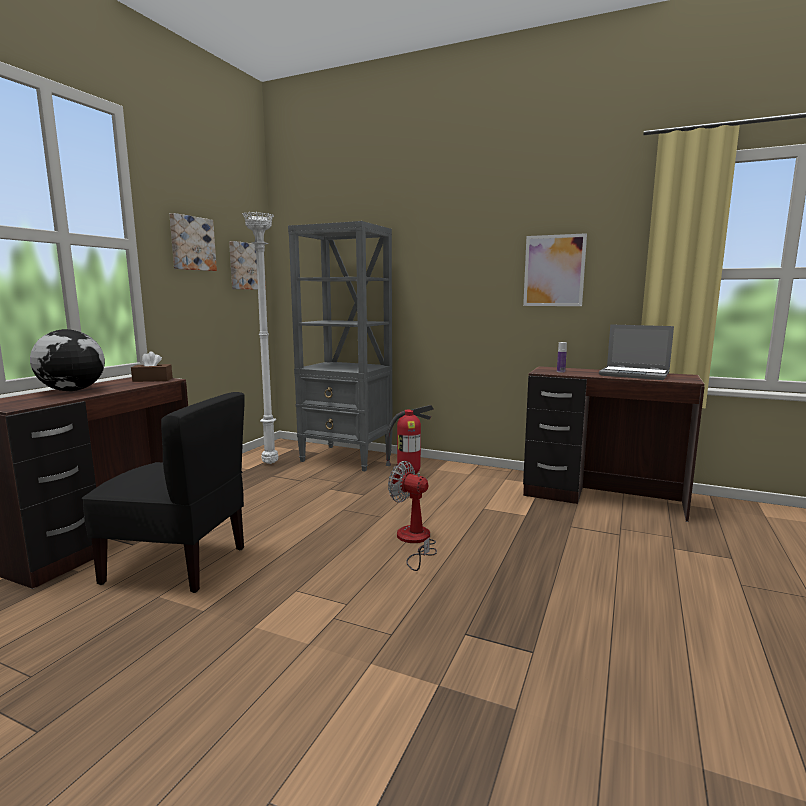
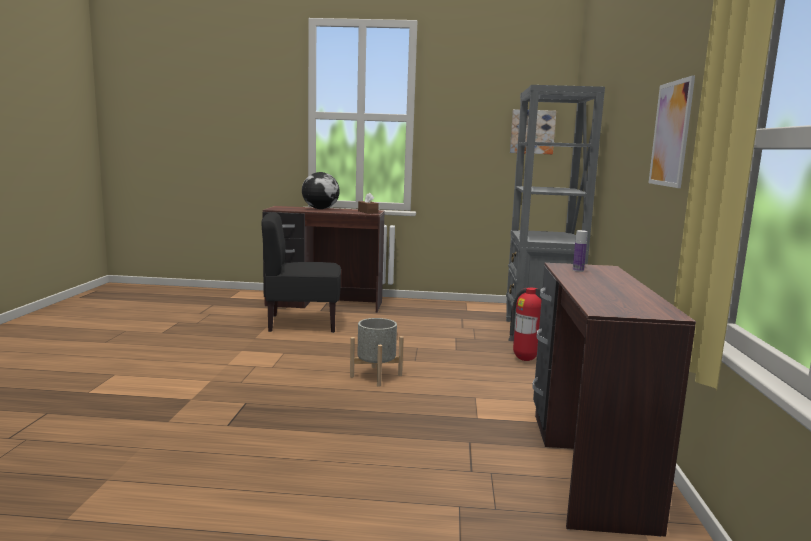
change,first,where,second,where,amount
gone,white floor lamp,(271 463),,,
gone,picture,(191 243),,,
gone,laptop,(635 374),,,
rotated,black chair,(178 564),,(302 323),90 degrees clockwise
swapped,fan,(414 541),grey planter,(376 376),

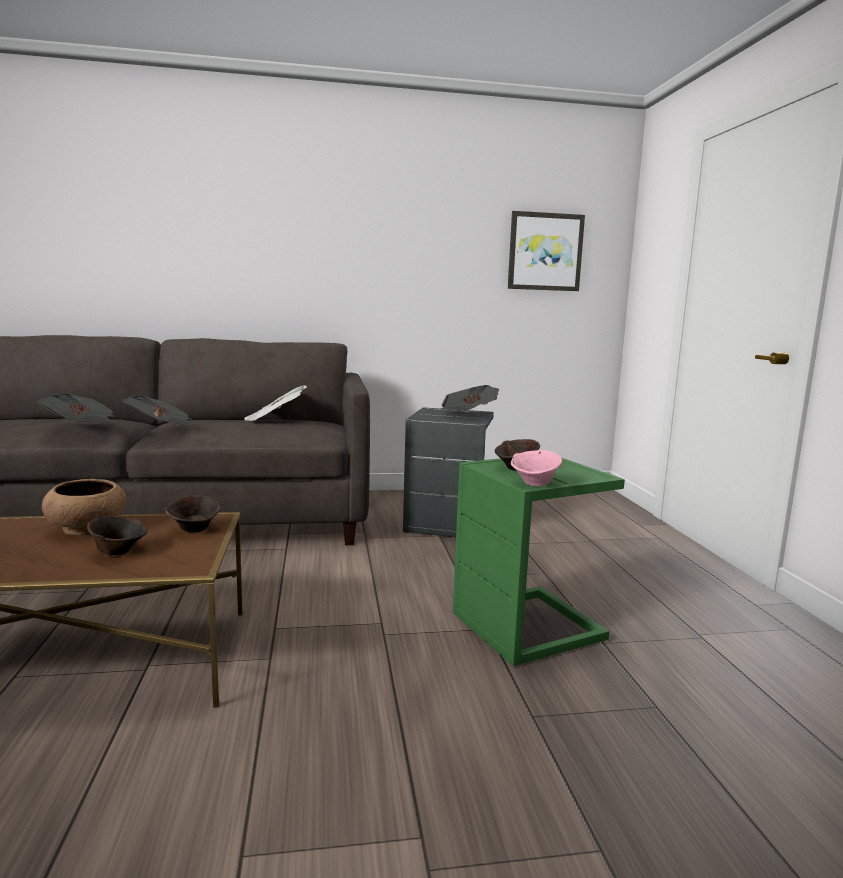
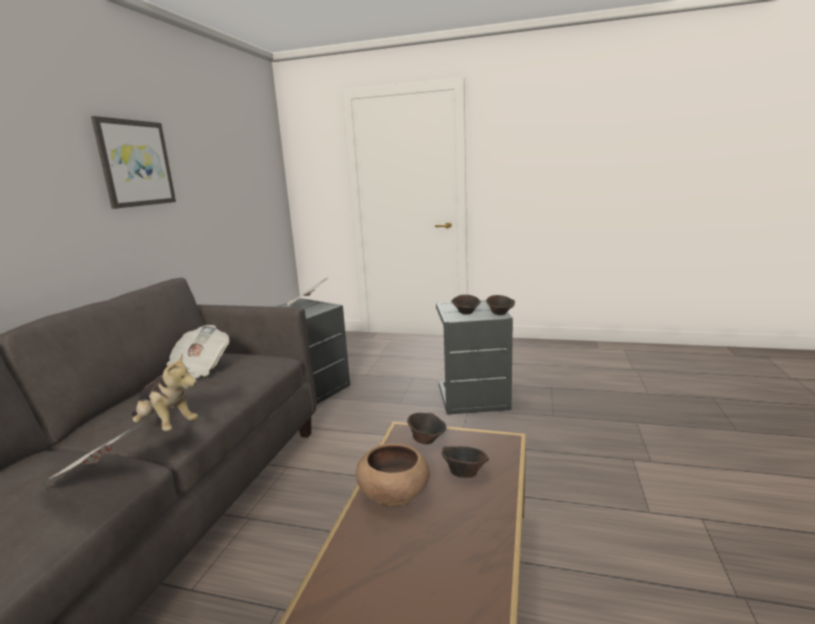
change,first,where,second,where,amount
shifted,picture,(545 252),,(135 163),
swapped,newspaper,(162 429),plush toy,(166 425),
repainted,pink bowl,(535 484),brown bowl,(500 313),
repainted,green side table,(531 628),grey side table,(473 397),

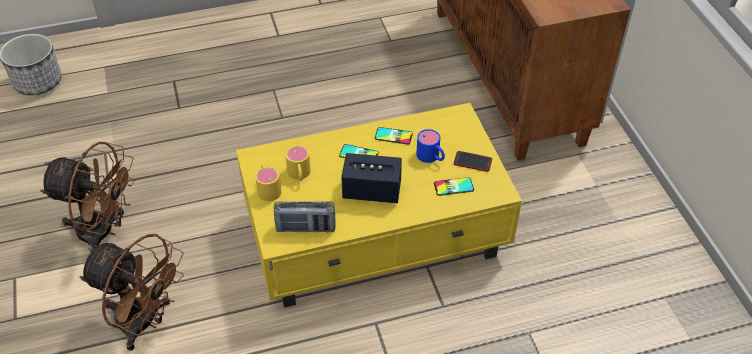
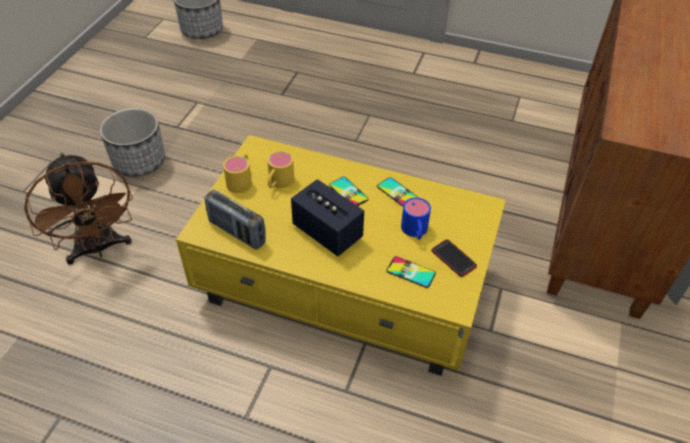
change,first,where,second,where,amount
swapped,brown fan,(104 232),planter,(139 161),

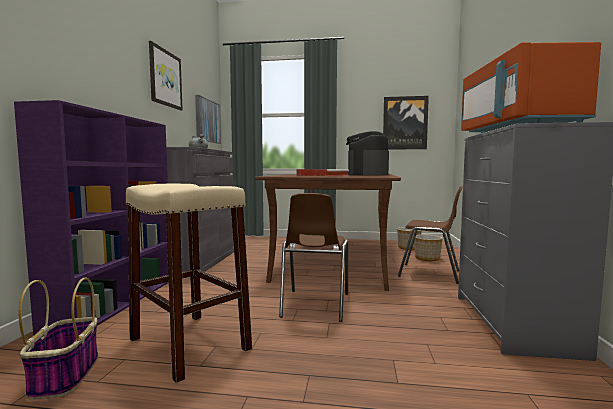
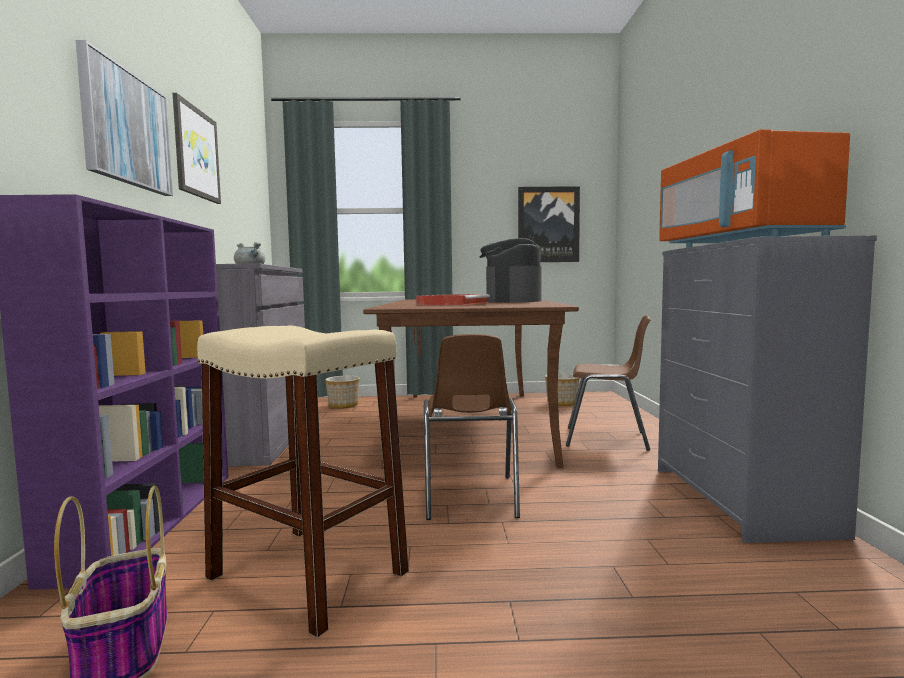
change,first,where,second,where,amount
shifted,picture,(207 121),,(126 128),
shifted,planter,(427 258),,(343 405),

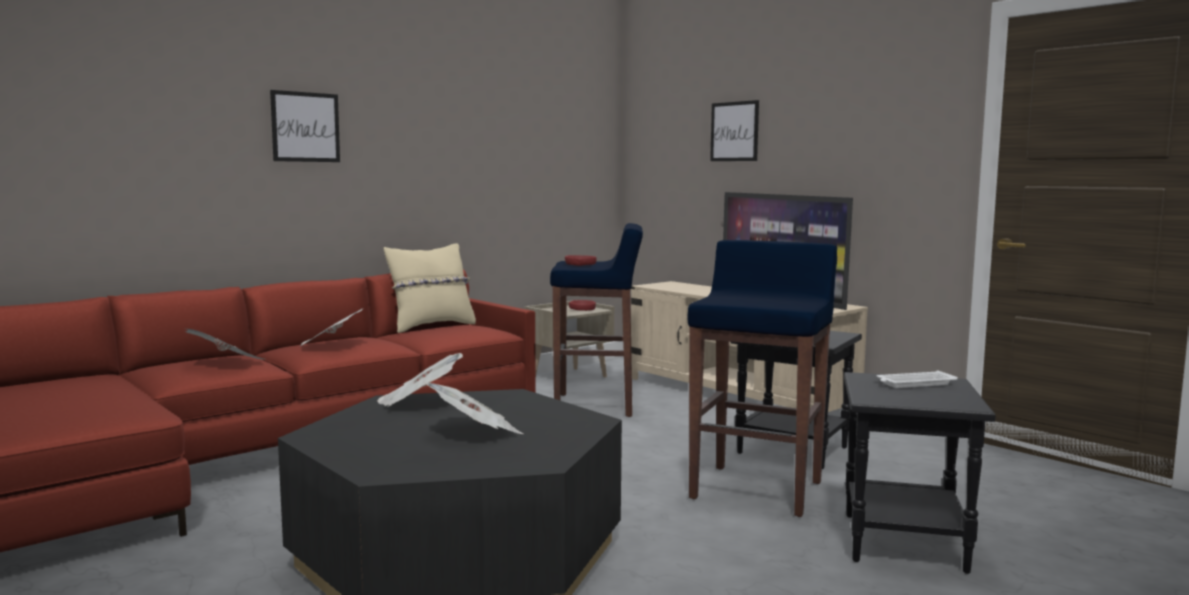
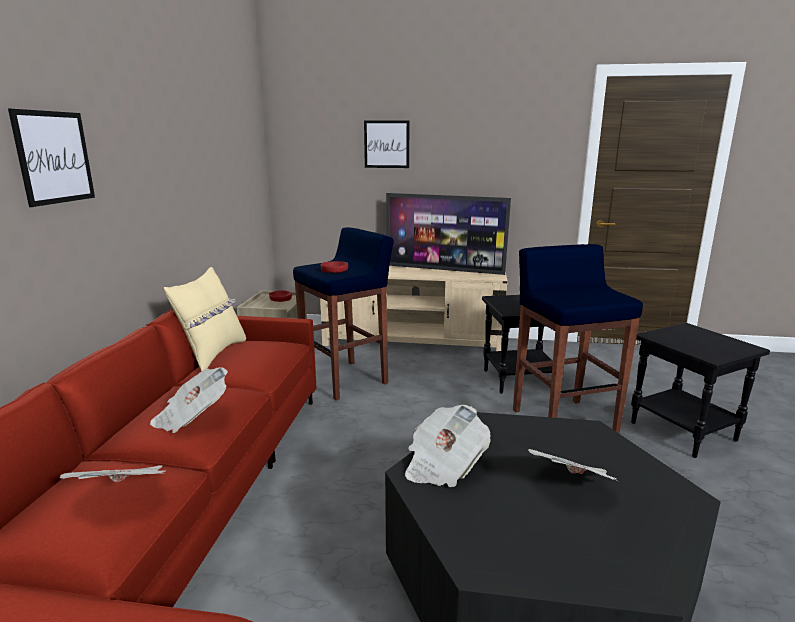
change,first,where,second,where,amount
gone,white tray,(914 384),,,

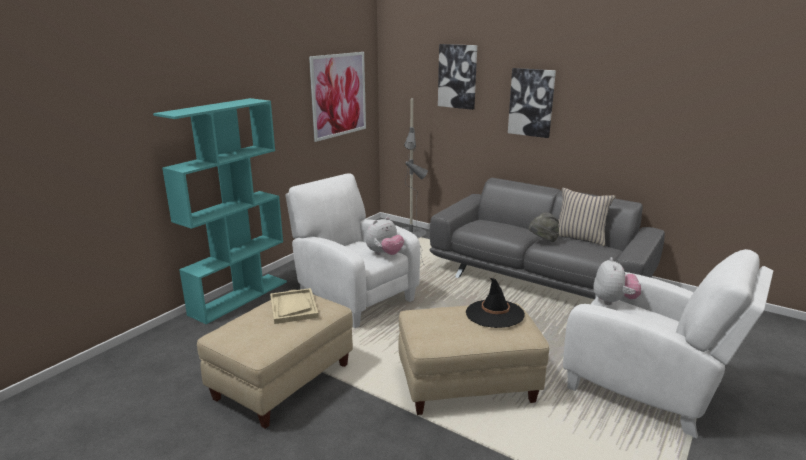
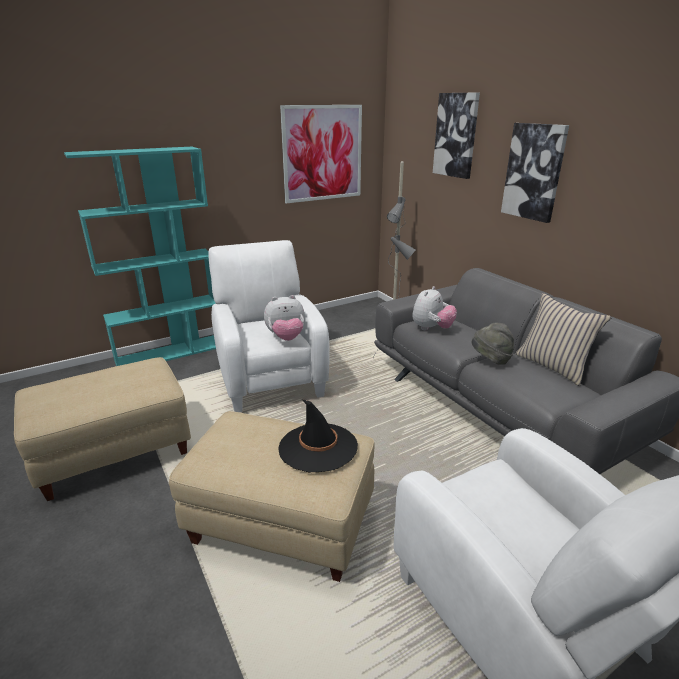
change,first,where,second,where,amount
shifted,plush toy,(613 301),,(431 328),
gone,beige tray,(293 307),,,

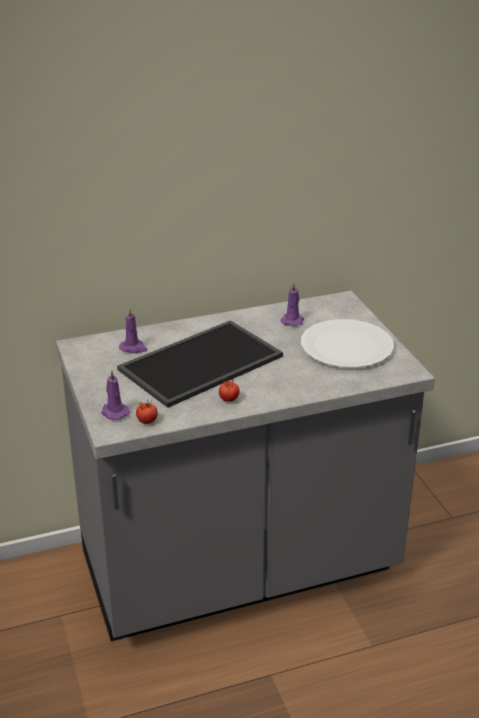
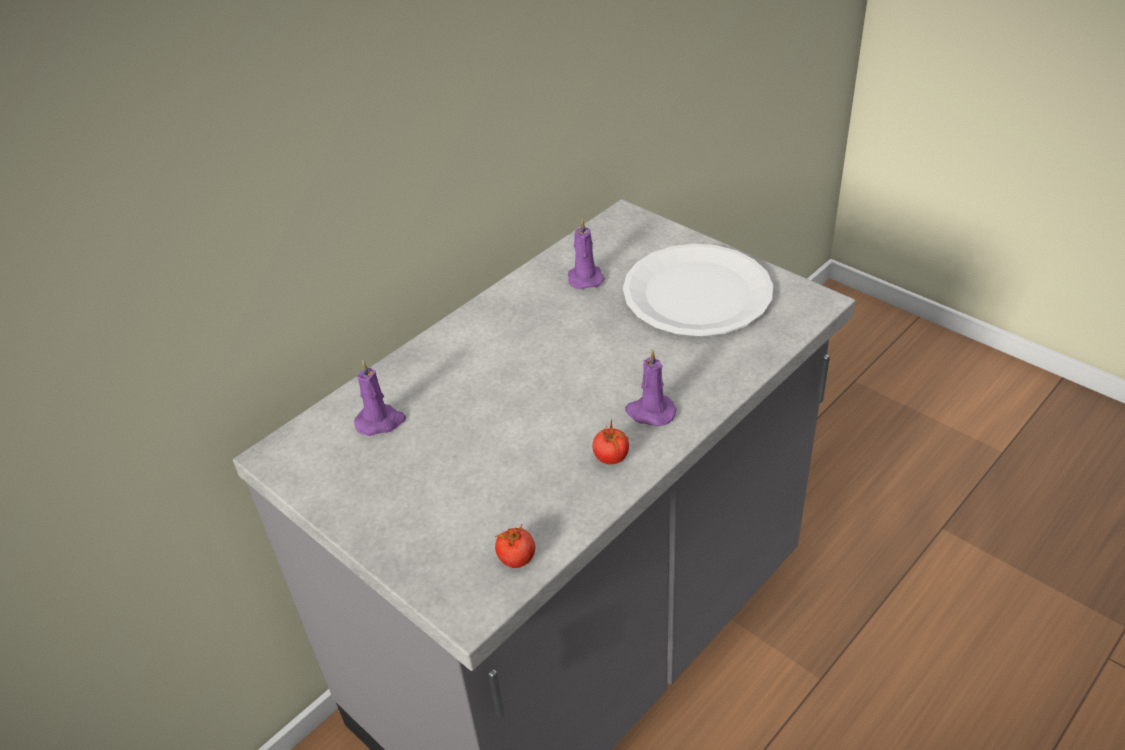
change,first,where,second,where,amount
gone,tray,(201 361),,,
shifted,purple candle,(114 412),,(650 412),

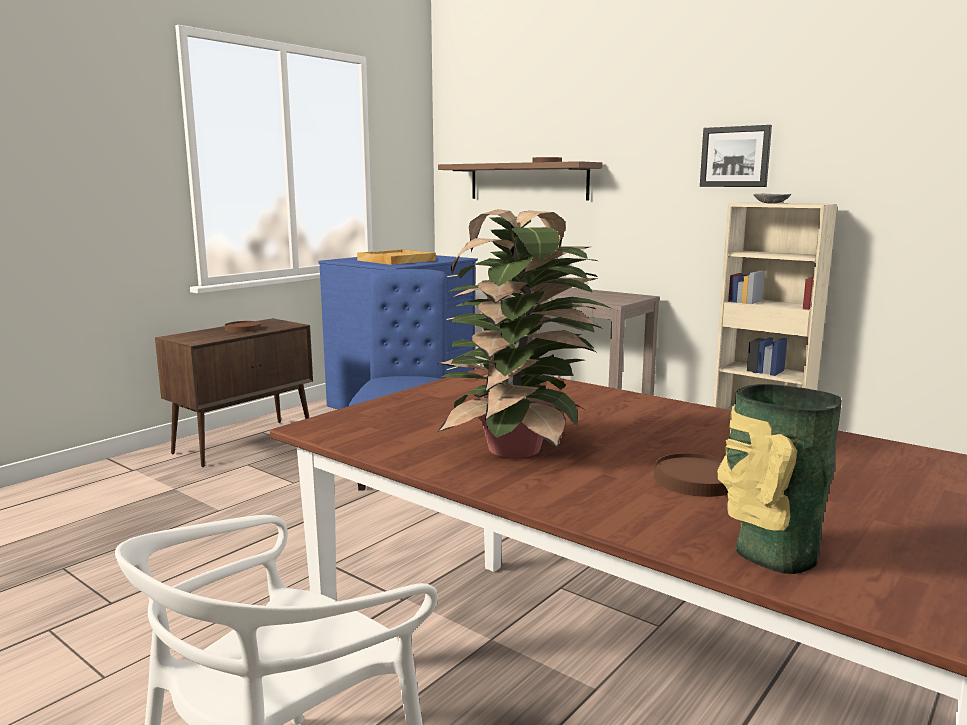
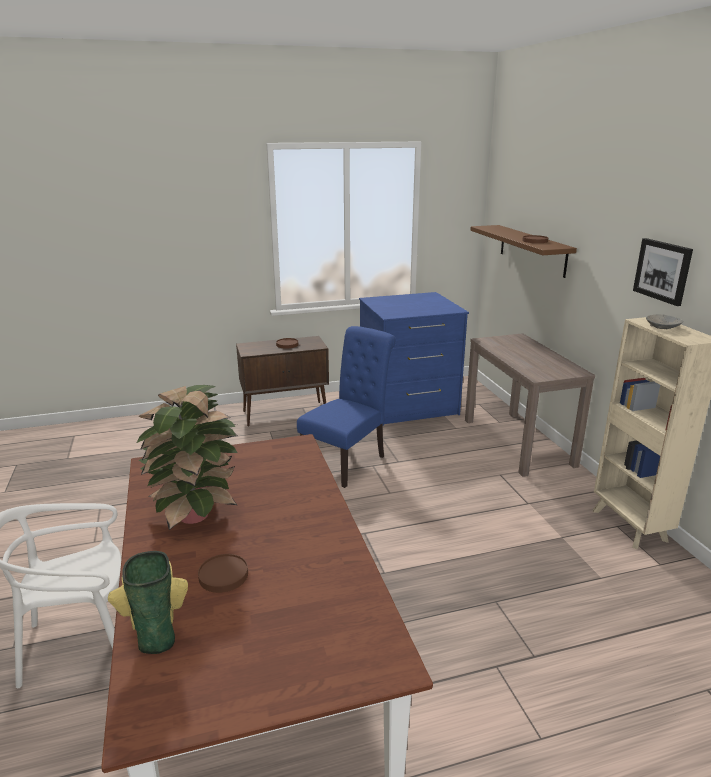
change,first,where,second,where,amount
gone,beige tray,(396 260),,,

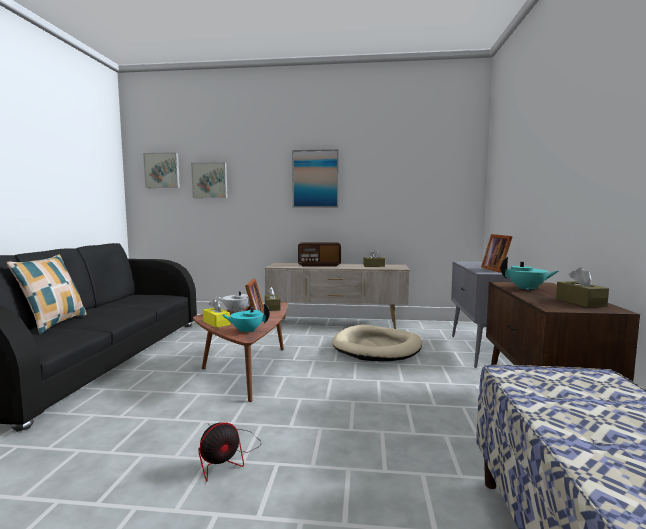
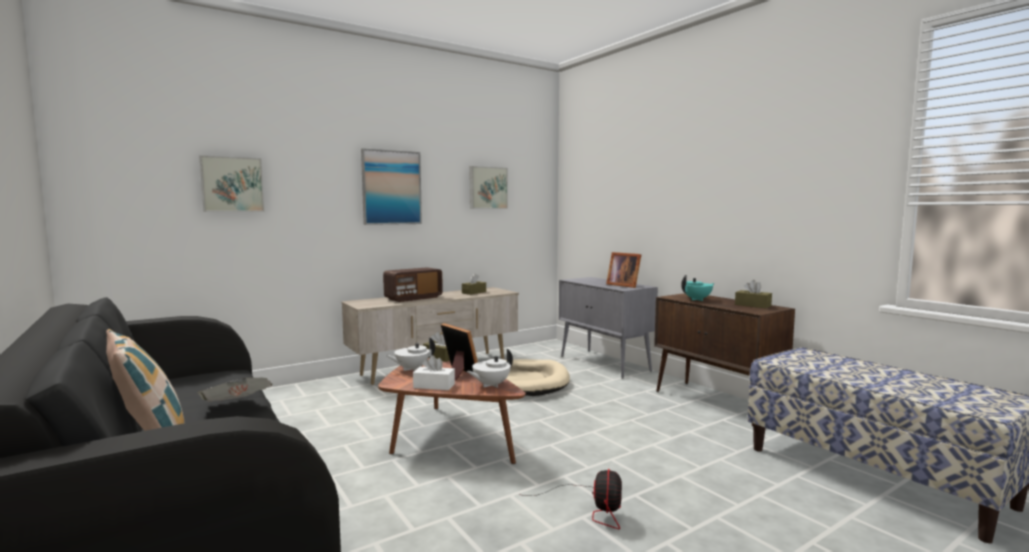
change,first,where,second,where,amount
shifted,picture,(162 170),,(487 188),
repainted,yellow tissue box,(216 323),white tissue box,(434 386),
repainted,turquoise teapot,(246 331),white teapot,(490 385),
new,,,newspaper,(237 407),

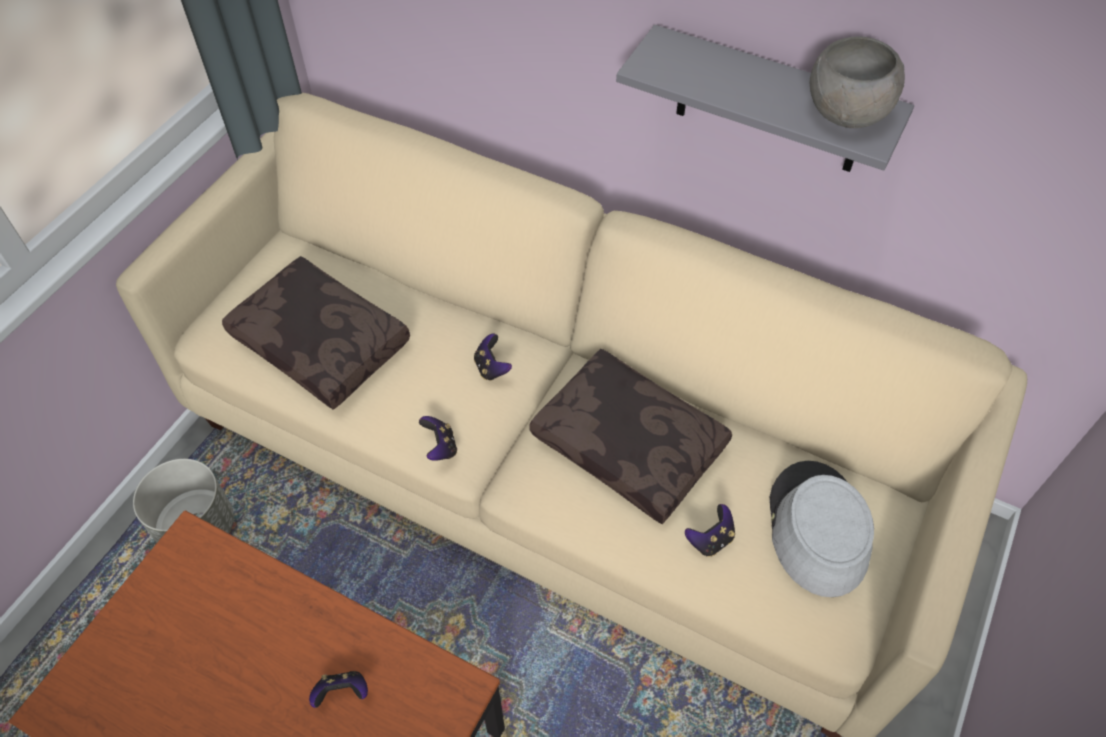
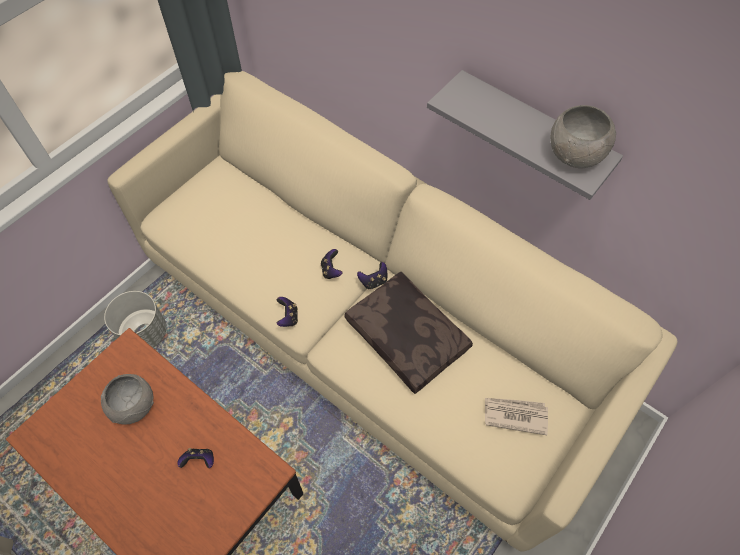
change,first,where,second,where,amount
gone,brown pillow,(323 342),,,
swapped,grey hat,(817 528),newspaper,(514 415),
shifted,game controller,(710 540),,(373 281),
new,,,grey bowl,(134 406),

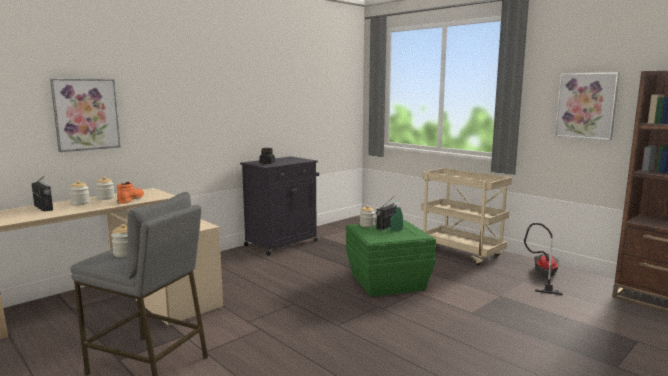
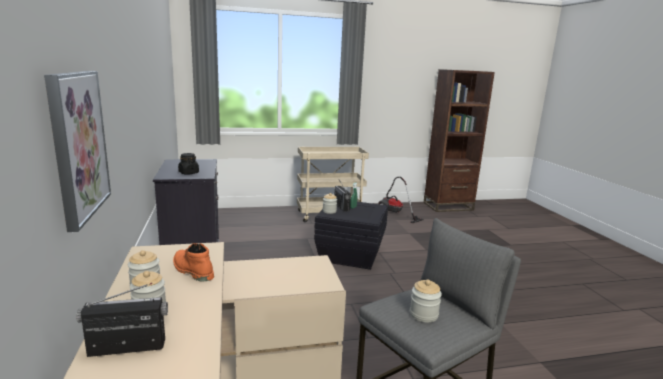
change,first,where,second,where,amount
gone,picture,(586 105),,,
repainted,green storage box,(387 281),black storage box,(350 254),

